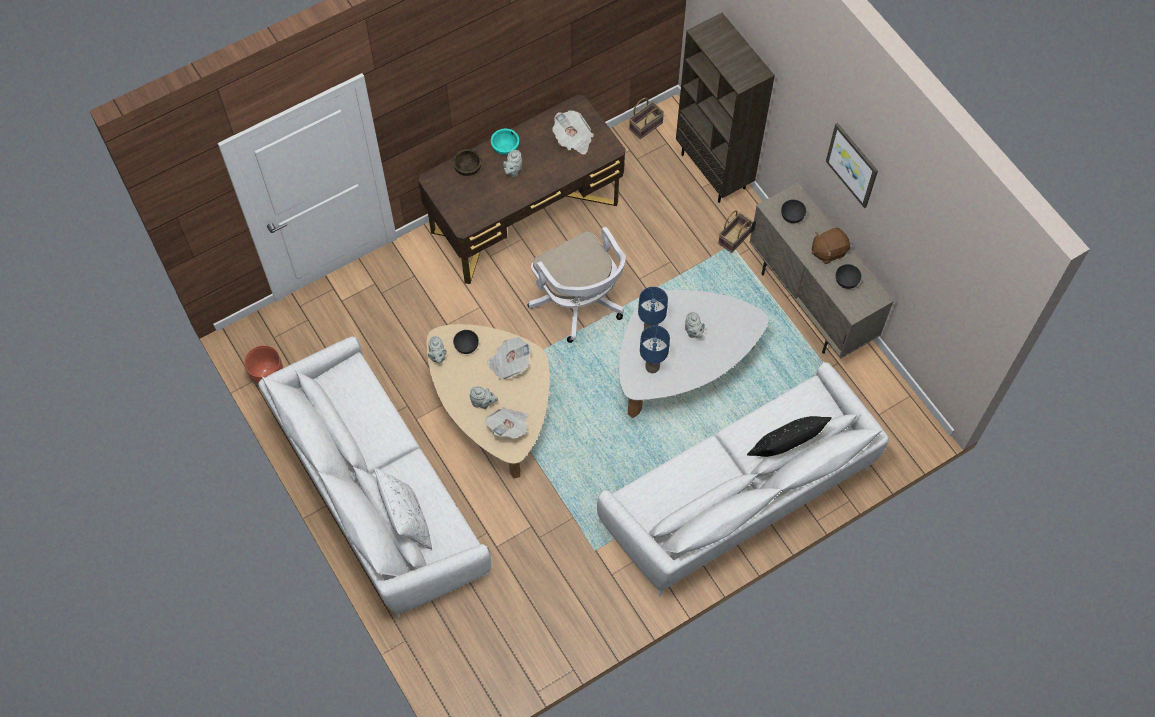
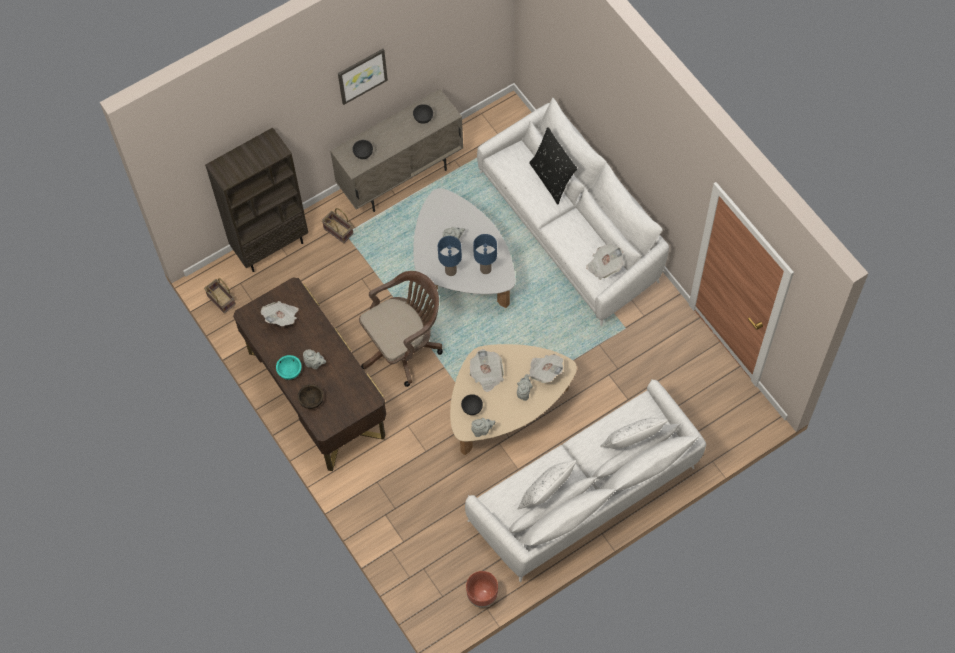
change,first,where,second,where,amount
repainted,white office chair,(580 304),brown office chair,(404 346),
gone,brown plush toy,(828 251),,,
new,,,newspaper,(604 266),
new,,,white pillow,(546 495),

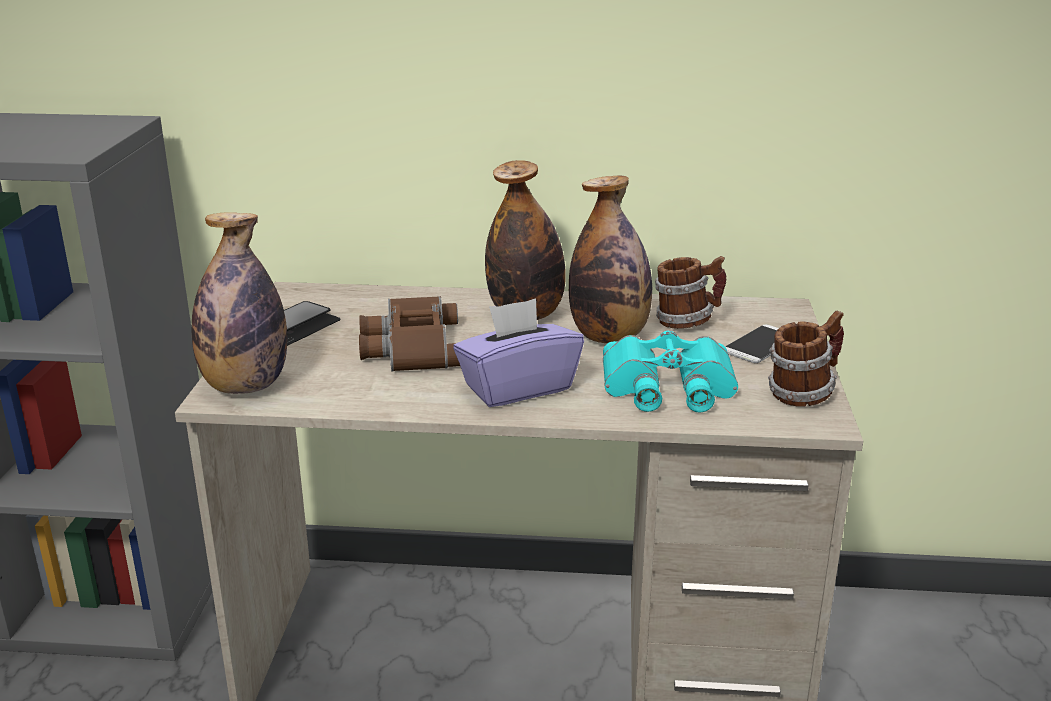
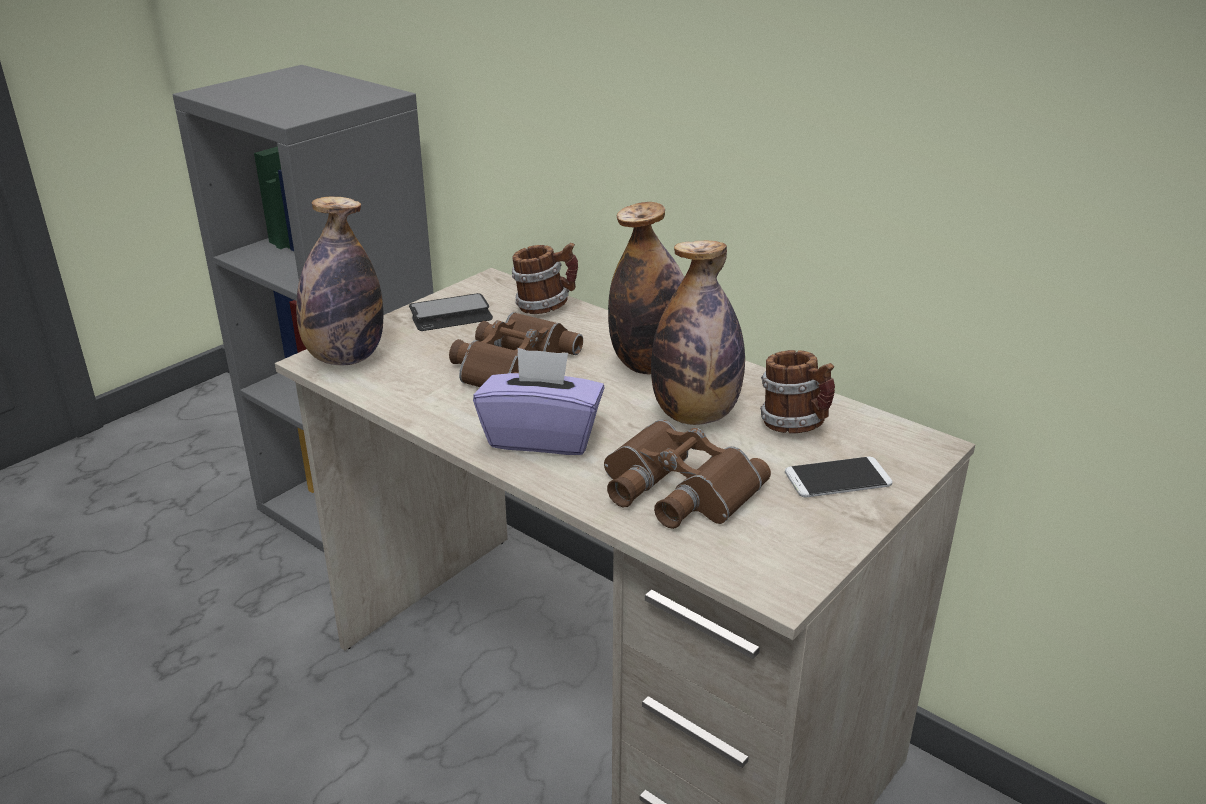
change,first,where,second,where,amount
shifted,mug,(802 393),,(545 307),
repainted,turquoise binoculars,(667 387),brown binoculars,(675 489),

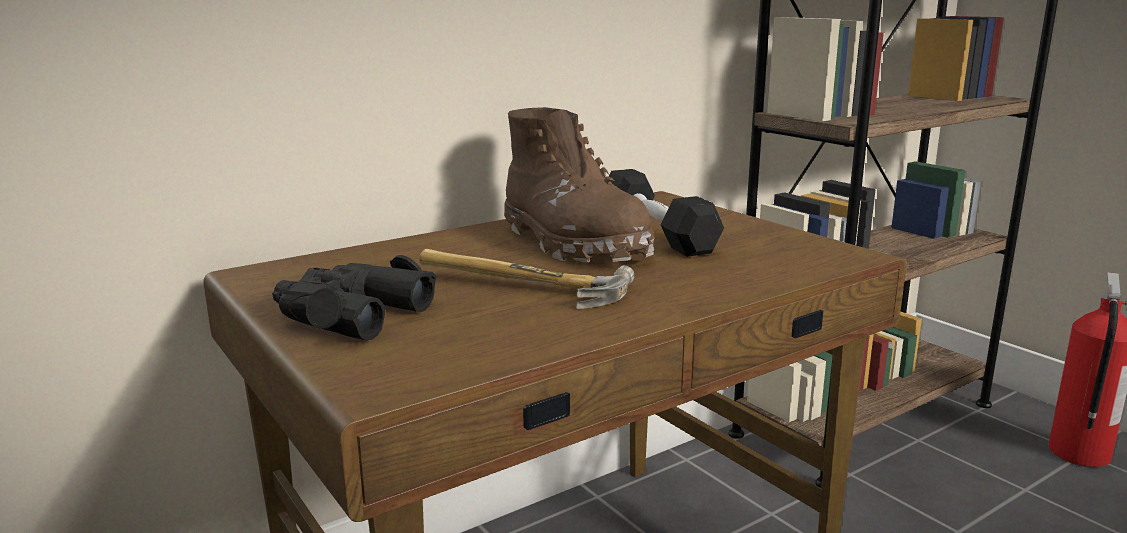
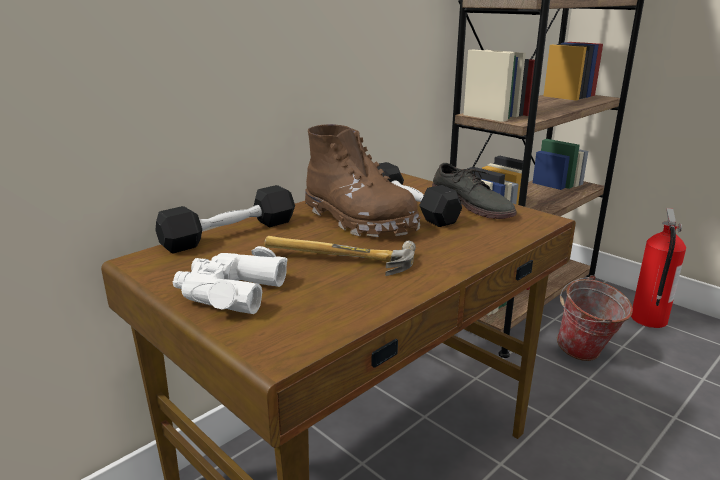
change,first,where,second,where,amount
repainted,black binoculars,(349 314),white binoculars,(229 292),
new,,,grey shoe,(472 204),
new,,,black dumbbell,(230 233),
new,,,bucket,(585 355),

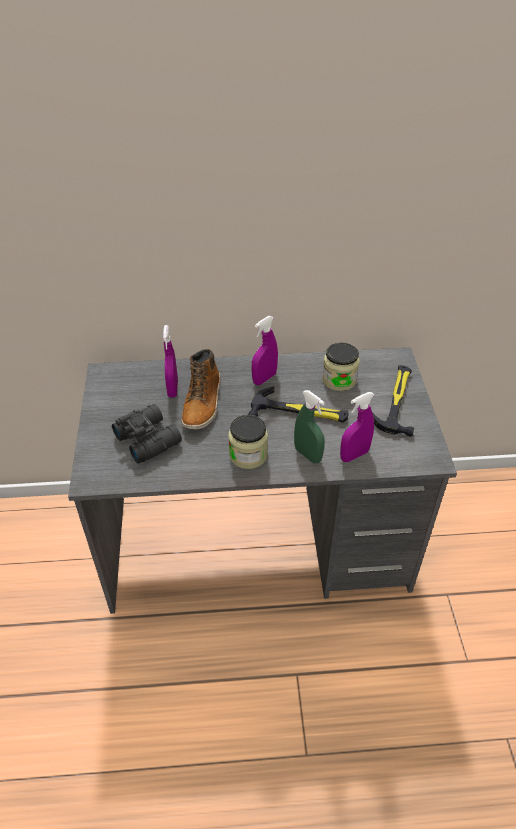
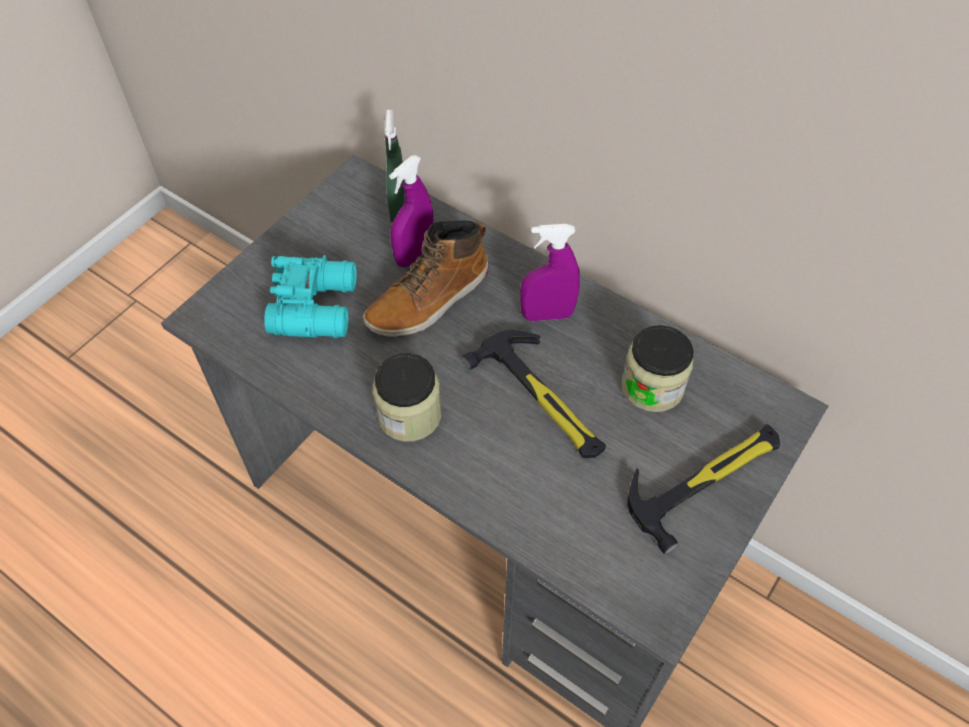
change,first,where,second,where,amount
shifted,green spray bottle,(308 454),,(398 210),
gone,purple spray bottle,(354 455),,,
repainted,black binoculars,(148 438),turquoise binoculars,(317 305),

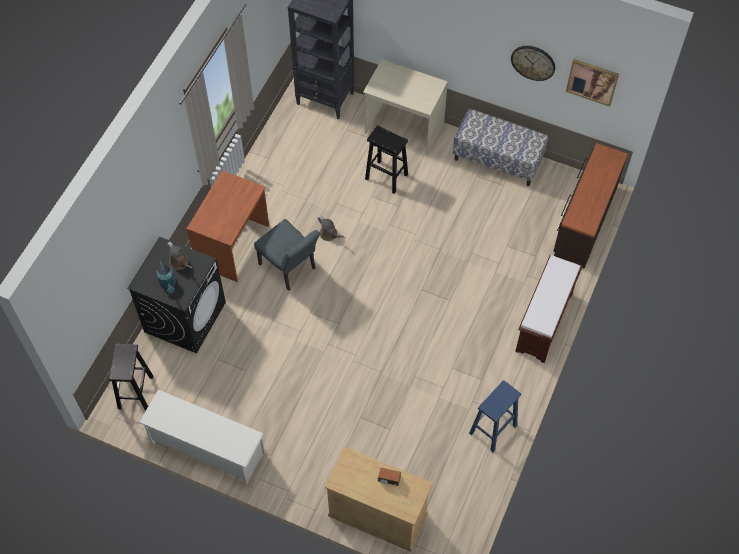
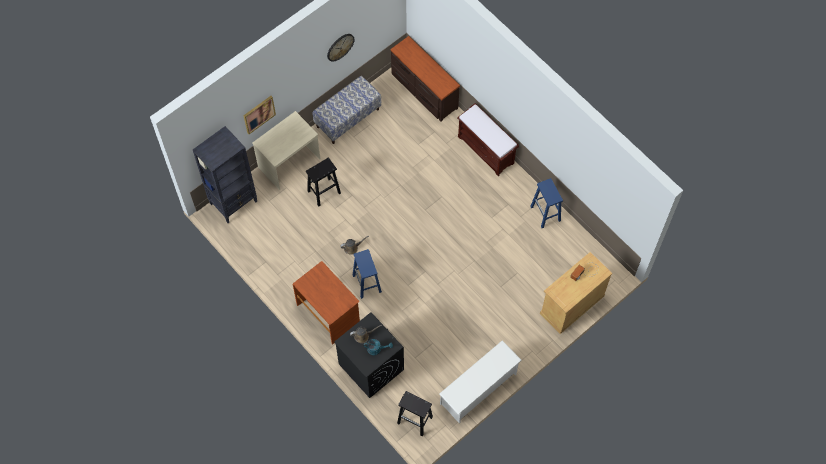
change,first,where,second,where,amount
shifted,picture,(592 81),,(259 114),
swapped,grey chair,(290 269),blue stool,(367 284),

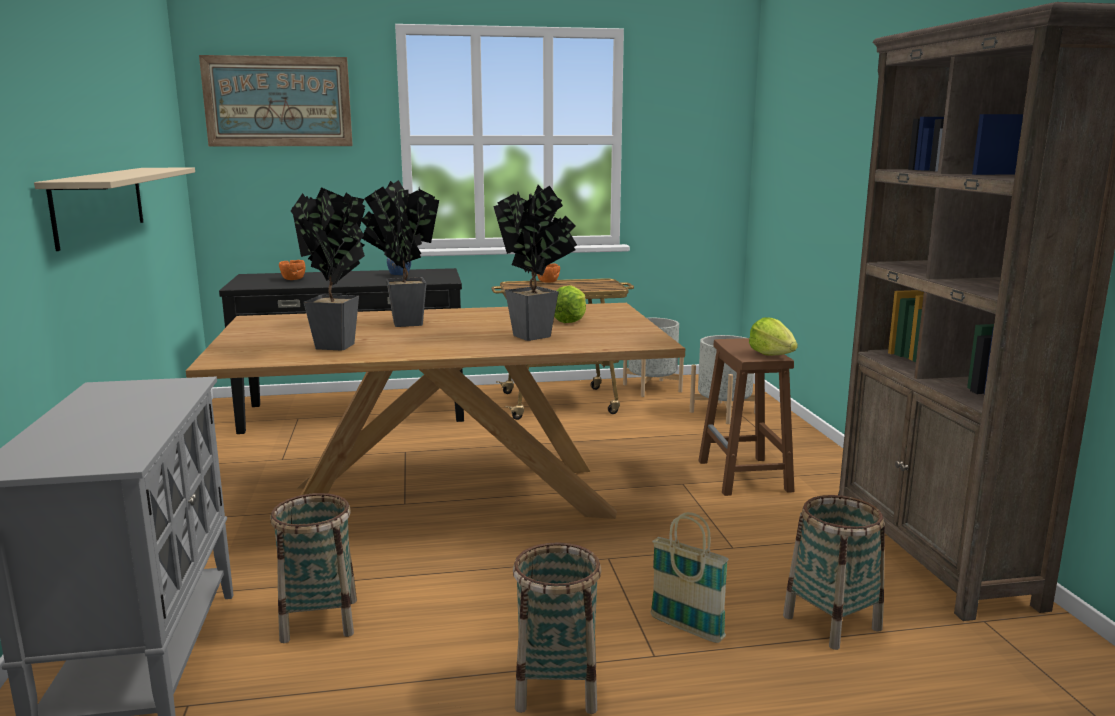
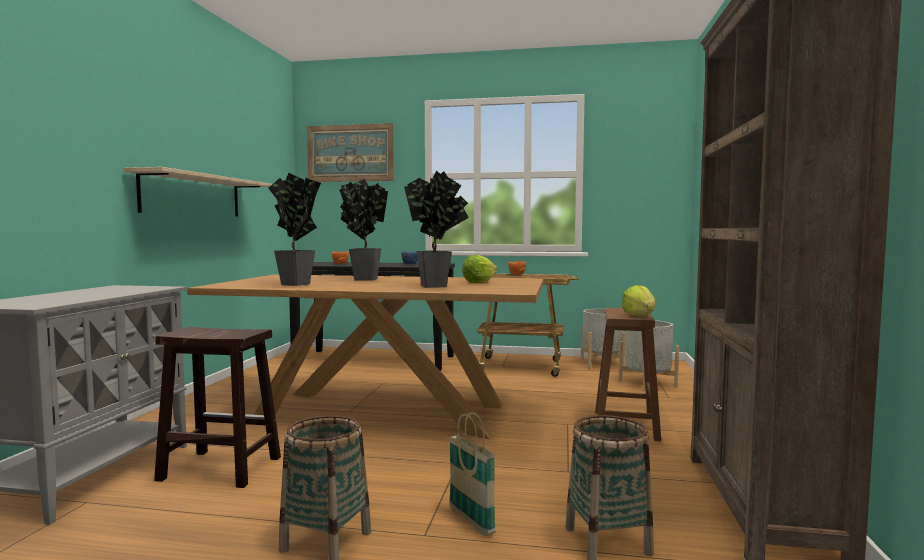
change,first,where,second,where,amount
swapped,basket,(319 620),brown stool,(218 468),

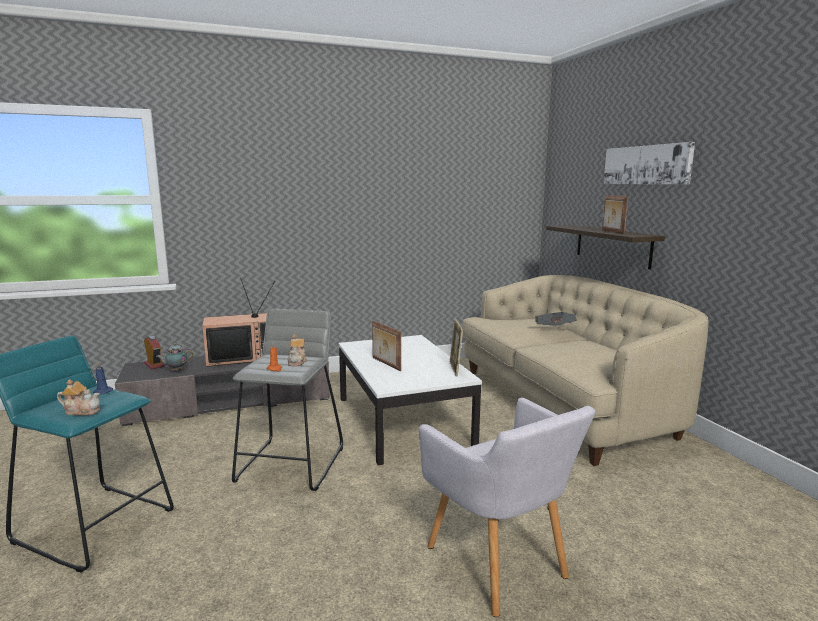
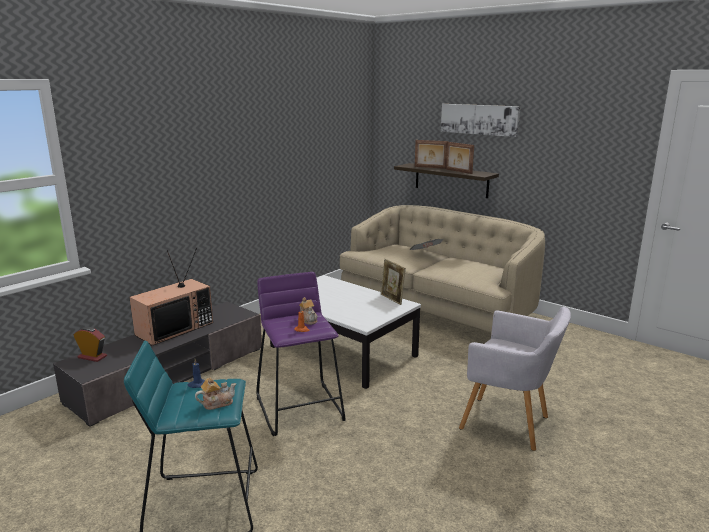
change,first,where,second,where,amount
repainted,grey stool,(291 464),purple stool,(301 408),
shifted,picture frame,(385 364),,(430 167),
gone,teapot,(176 370),,,

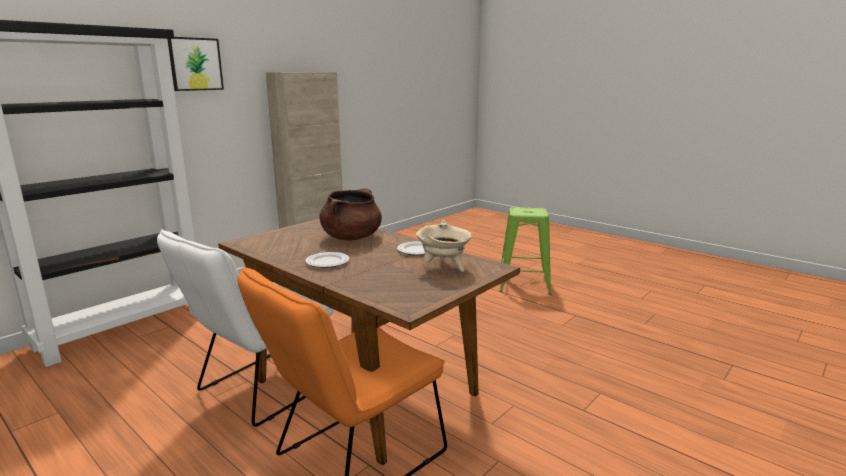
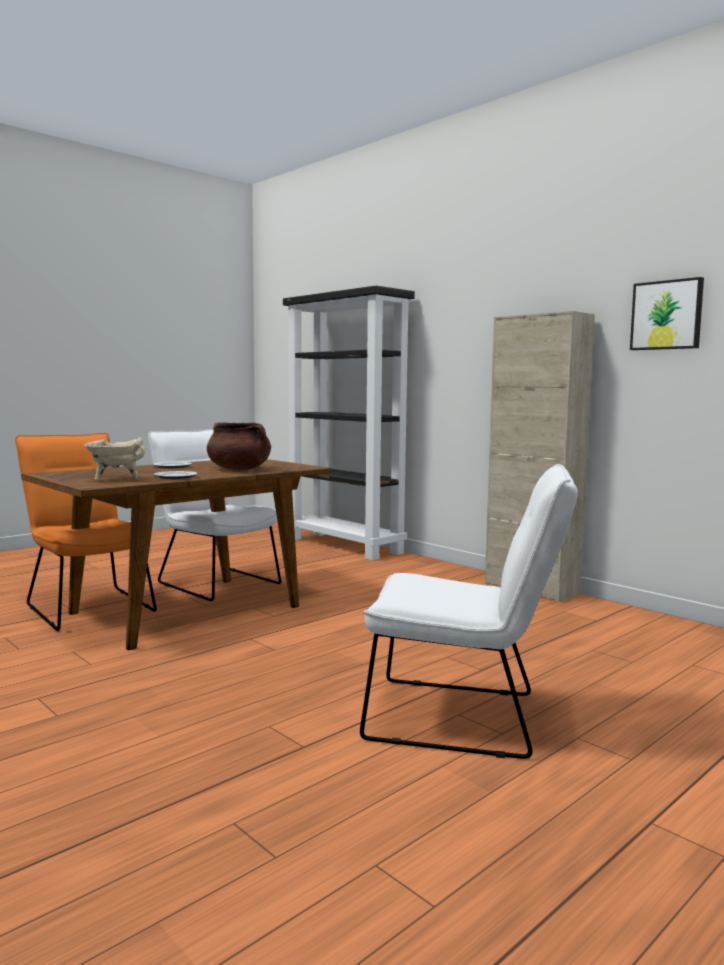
change,first,where,second,where,amount
shifted,picture,(195 64),,(667 315),
swapped,green stool,(523 284),white chair,(465 718),

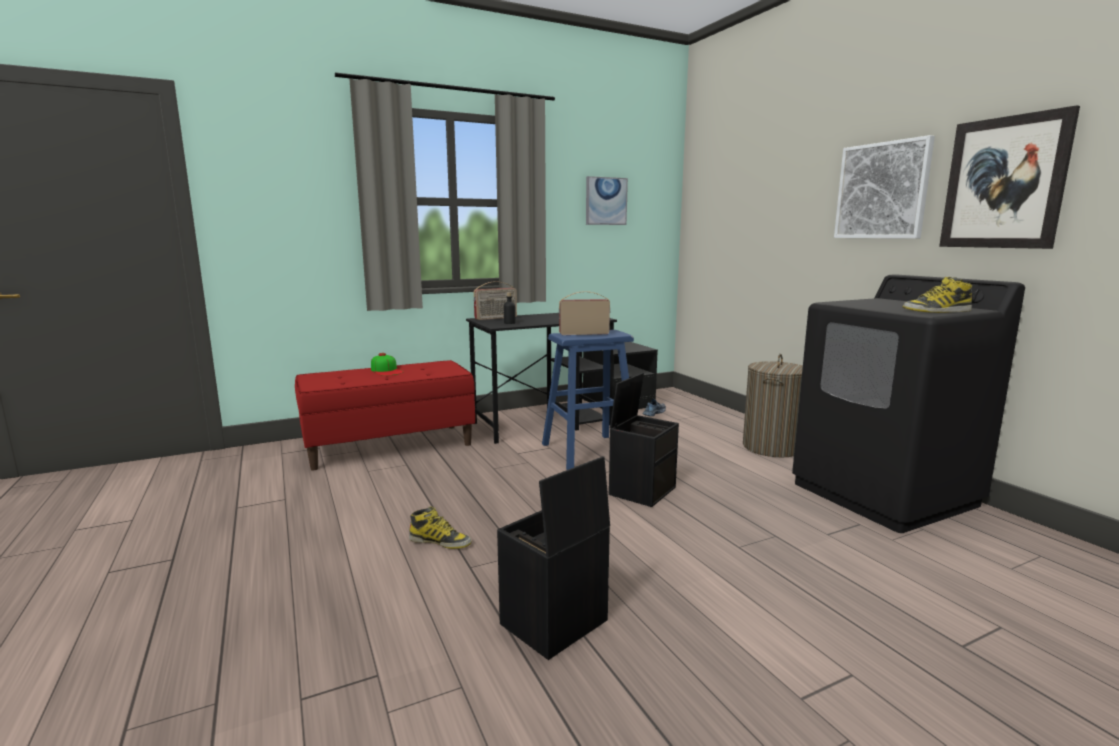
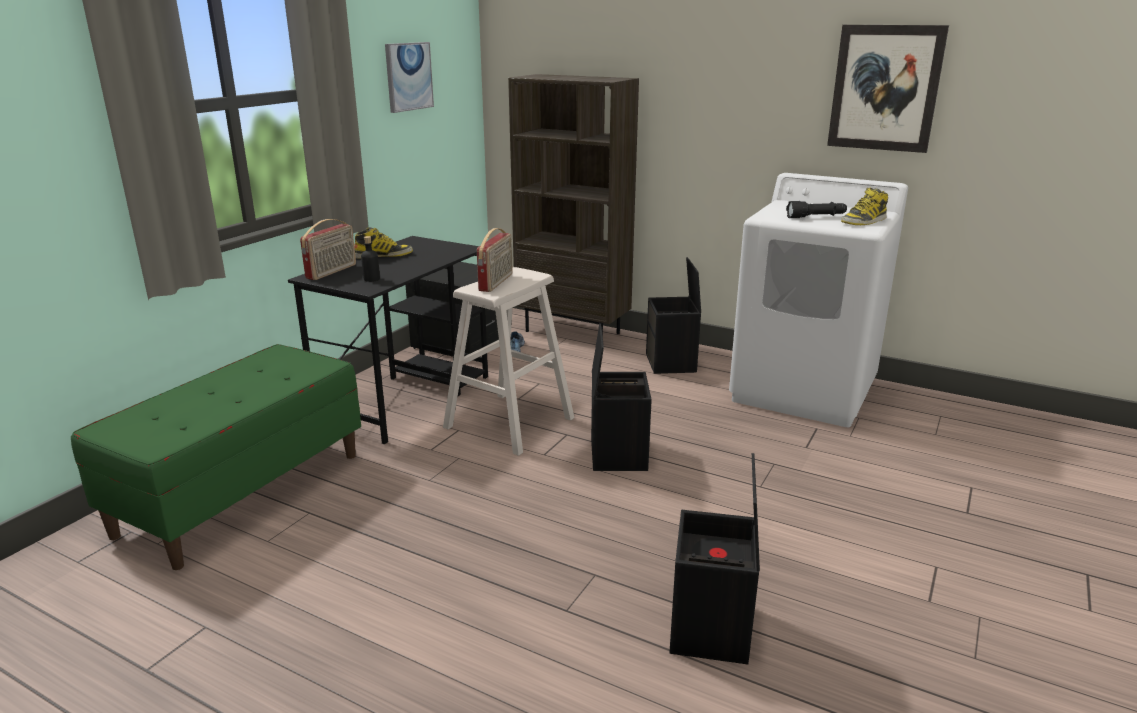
change,first,where,second,where,amount
gone,picture,(882 191),,,
repainted,black washing machine,(884 494),white washing machine,(804 391),
rotated,radio,(584 333),,(496 282),150 degrees clockwise
repainted,blue stool,(588 452),beige stool,(509 423),
gone,cap,(386 370),,,
swapped,laundry basket,(771 447),black storage box,(672 363),
repainted,red bench,(389 446),green bench,(242 493),
shifted,boot,(440 541),,(384 255),
new,,,brown bookcase,(573 332),
new,,,black flashlight,(816 217),

